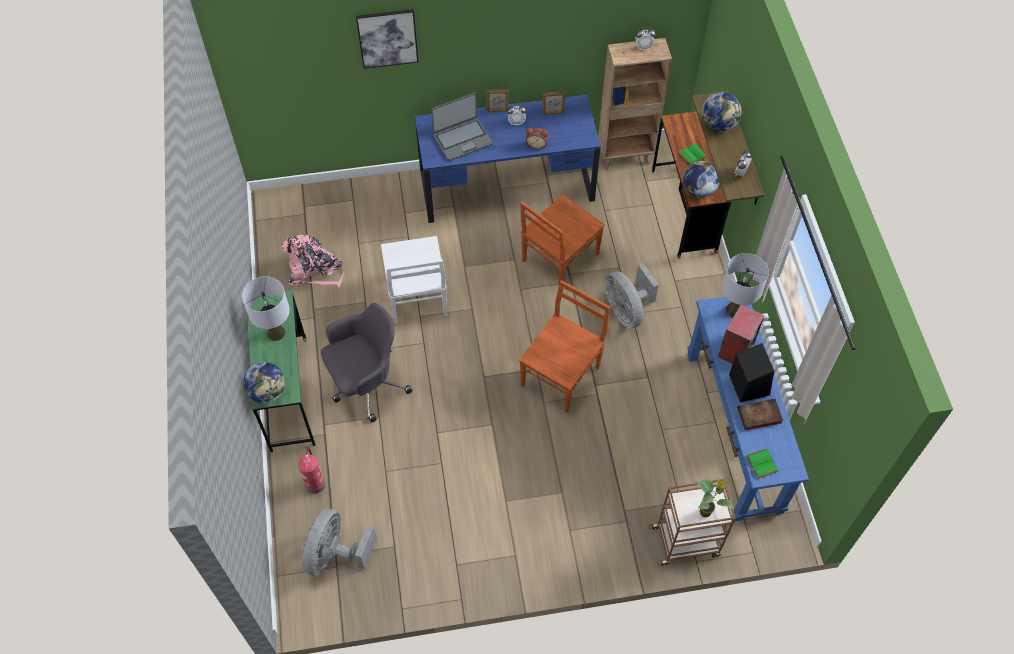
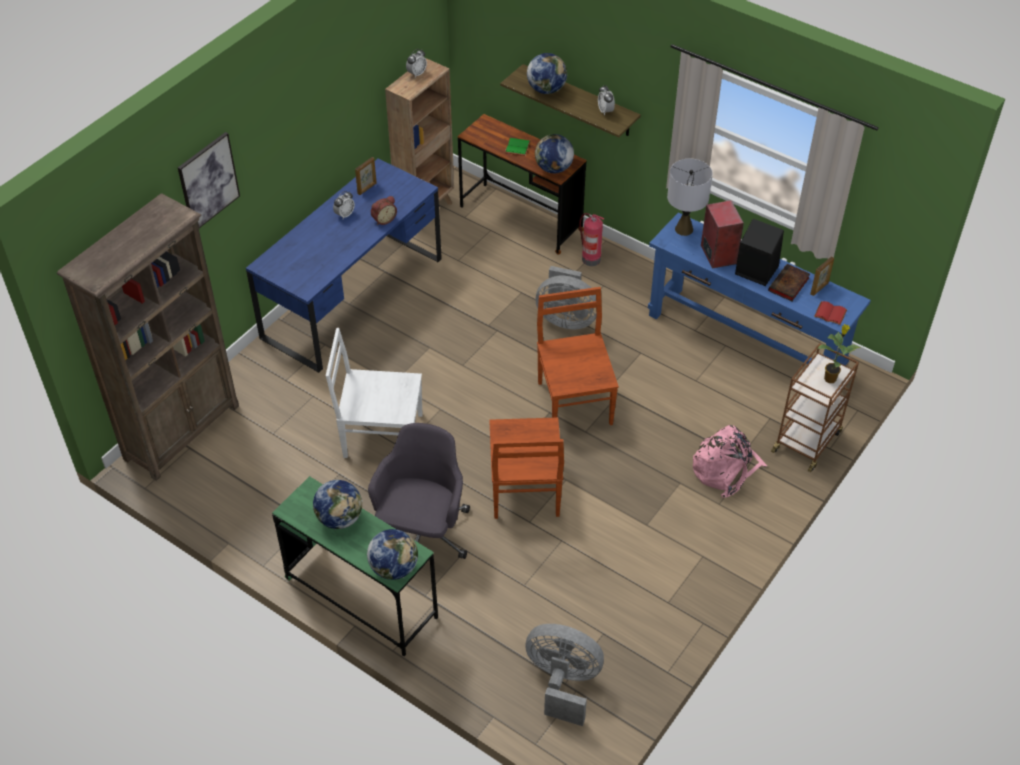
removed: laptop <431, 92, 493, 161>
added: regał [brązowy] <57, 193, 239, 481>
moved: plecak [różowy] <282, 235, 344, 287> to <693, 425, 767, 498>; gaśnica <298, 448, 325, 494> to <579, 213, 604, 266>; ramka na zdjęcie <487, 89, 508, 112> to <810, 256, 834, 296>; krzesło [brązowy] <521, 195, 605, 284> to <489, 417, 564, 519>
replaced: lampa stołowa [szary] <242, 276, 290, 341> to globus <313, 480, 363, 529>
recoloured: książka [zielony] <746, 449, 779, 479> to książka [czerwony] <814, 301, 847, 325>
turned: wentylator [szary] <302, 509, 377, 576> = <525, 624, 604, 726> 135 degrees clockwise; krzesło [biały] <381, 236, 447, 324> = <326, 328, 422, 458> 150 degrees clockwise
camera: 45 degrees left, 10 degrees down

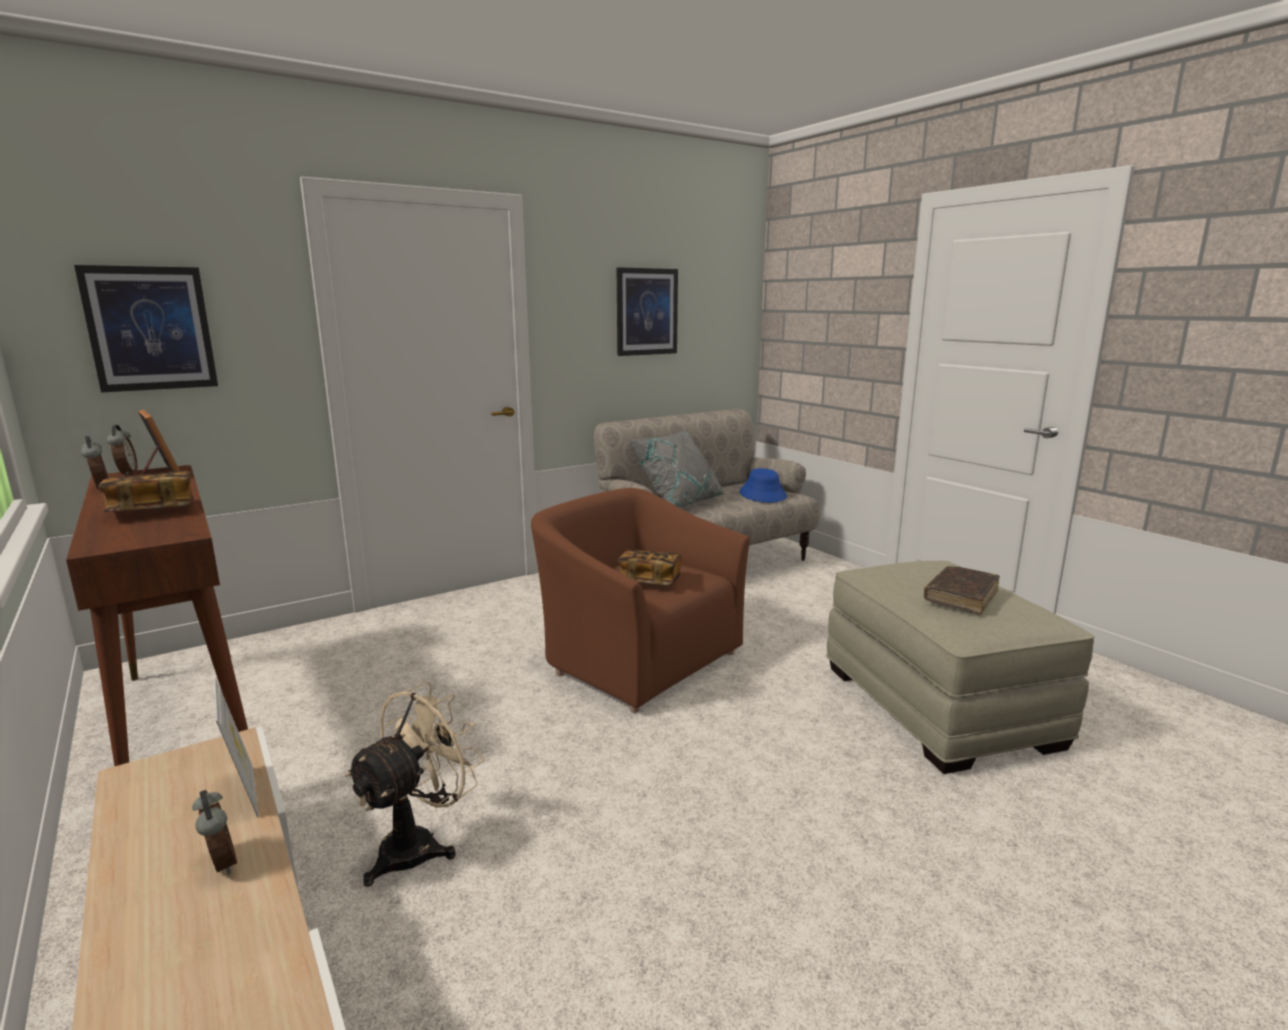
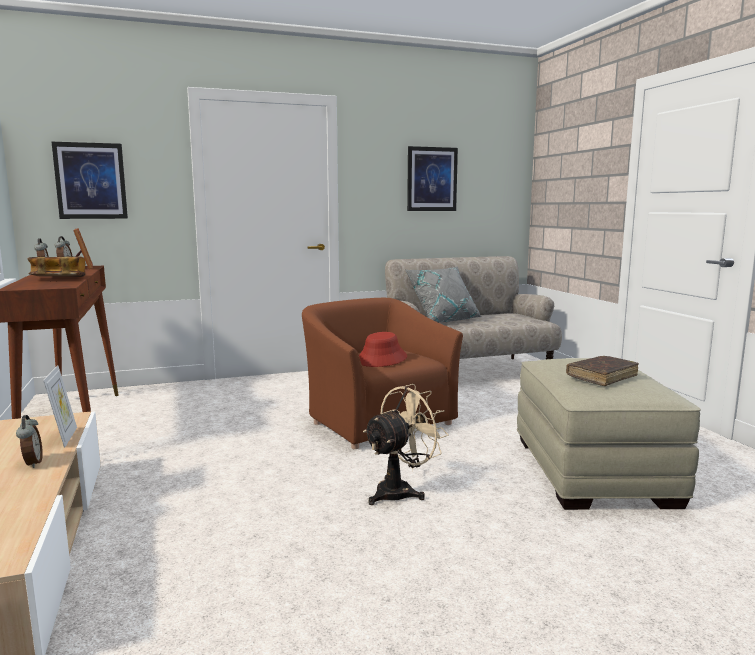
removed: kapelusz [niebieski] <739, 468, 787, 503>
moved: wentylator [beżowy] <345, 681, 485, 887> to <363, 384, 449, 505>
replaced: książka <618, 550, 682, 586> to kapelusz [czerwony] <359, 332, 407, 367>
camera: 15 degrees right, 5 degrees down

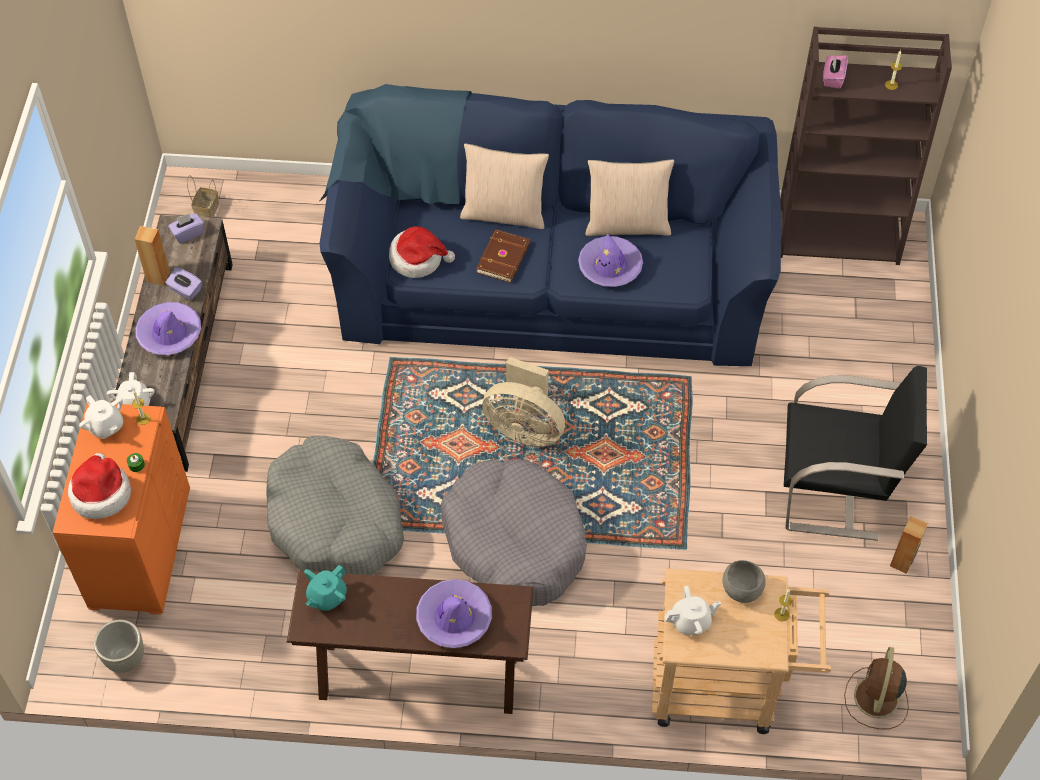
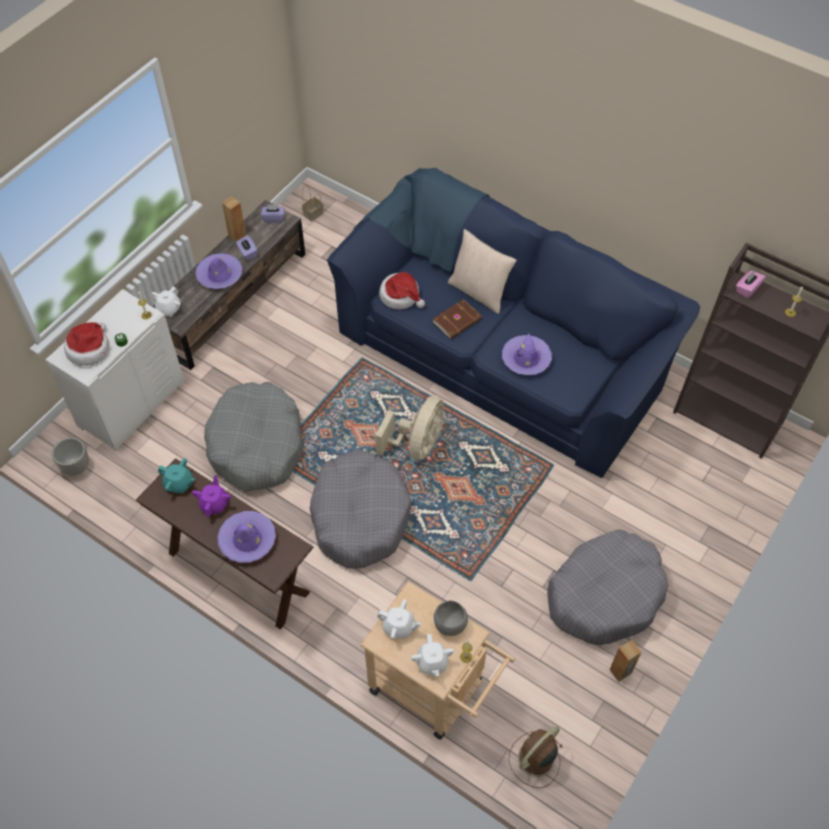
removed: poduszka [beżowy] <585, 159, 674, 236>
added: imbryk [fioletowy] <192, 475, 231, 517>
moved: imbryk [biały] <79, 395, 123, 439> to <411, 634, 454, 676>
replaced: fotel [czarny] <784, 366, 927, 541> to legowisko [szary] <547, 529, 668, 645>
recoloured: komoda [pomarańczowy] <52, 403, 190, 615> to komoda [biały] <46, 289, 185, 450>
turned: imbryk [turkusowy] <304, 565, 347, 611> = <158, 458, 195, 493> 135 degrees counterclockwise; wentylator [beżowy] <482, 357, 565, 447> = <375, 396, 444, 460> 120 degrees counterclockwise
camera: 30 degrees right, 0 degrees up

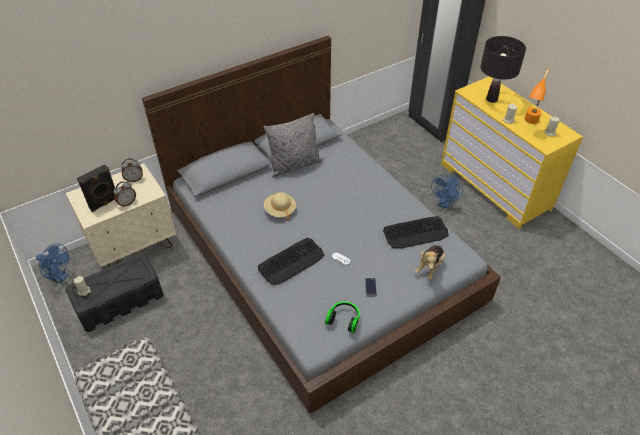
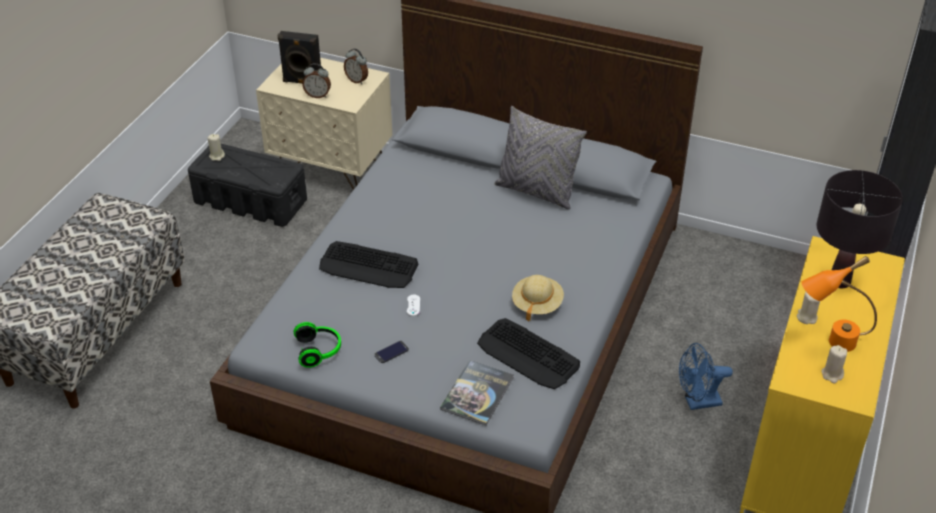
removed: wentylator [niebieski] <36, 243, 69, 283>
moved: kapelusz [beżowy] <264, 192, 296, 220> to <512, 275, 564, 321>
replaced: pluszak <415, 245, 445, 280> to książka <440, 360, 514, 425>
camera: 55 degrees right, 5 degrees down

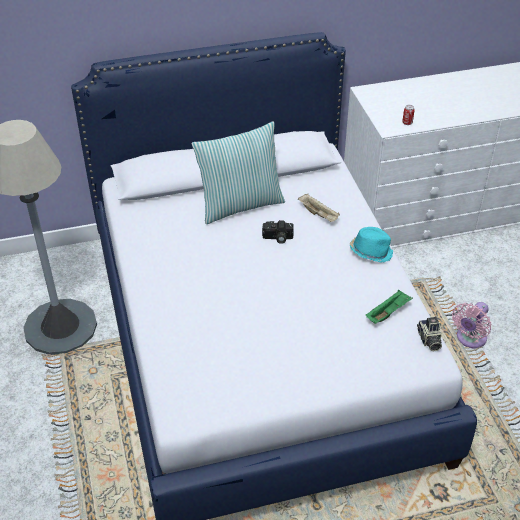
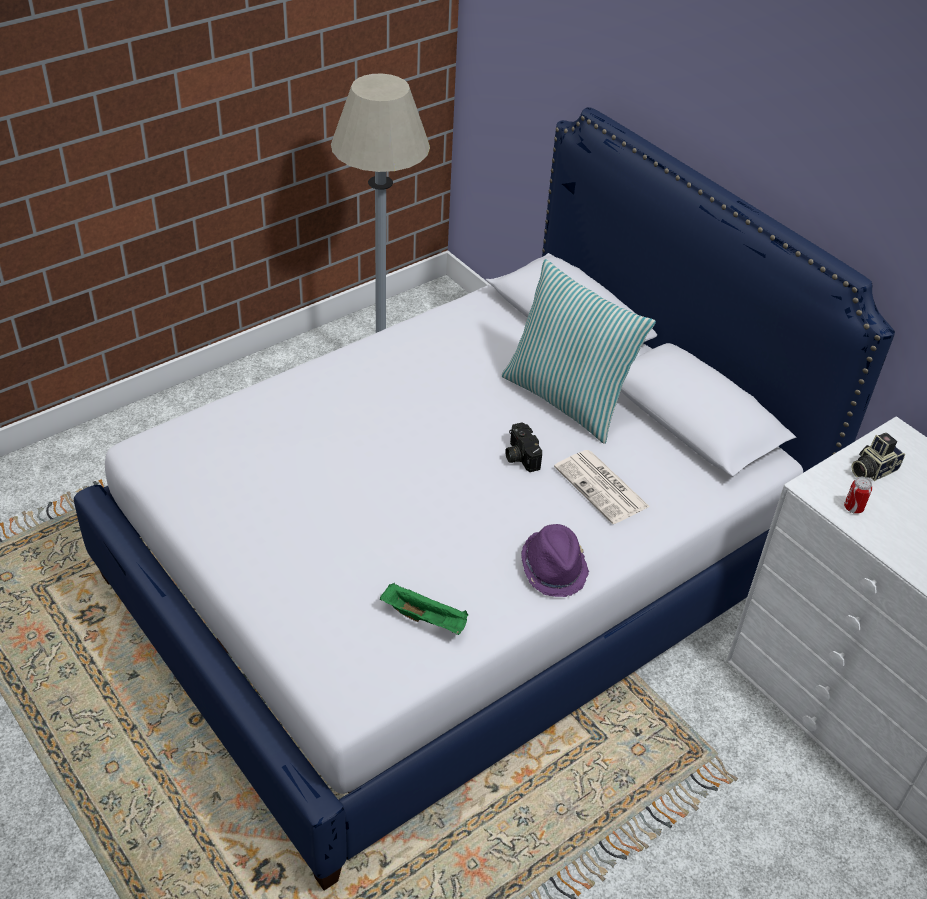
removed: wentylator [różowy] <452, 302, 492, 349>
moved: aparat fotograficzny <417, 317, 442, 351> to <851, 433, 905, 481>
replaced: taca [beżowy] <298, 194, 340, 222> to gazeta <554, 450, 650, 524>
recoloured: kapelusz [turkusowy] <350, 227, 394, 262> to kapelusz [fioletowy] <521, 524, 589, 597>
camera: 65 degrees right, 0 degrees up

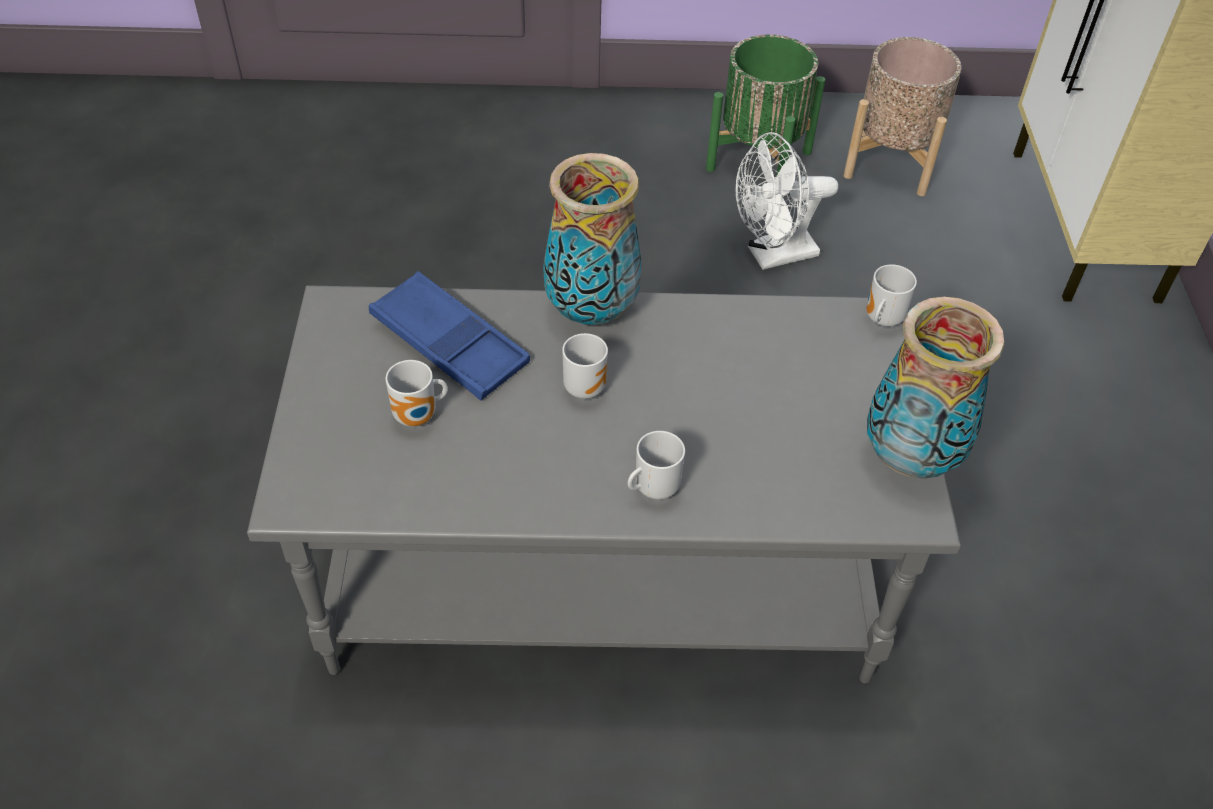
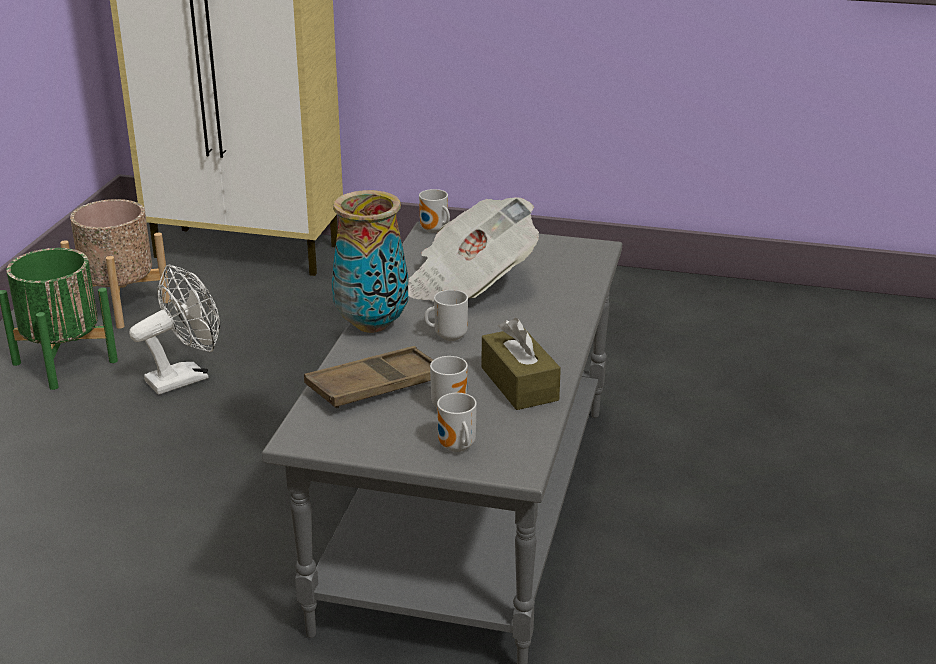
removed: wazon <867, 297, 1004, 479>
added: gazeta <408, 197, 539, 302>; pudełko chusteczek [brązowy] <482, 318, 561, 410>
moved: kubek <628, 431, 685, 499> to <437, 393, 477, 452>
recoloured: taca [niebieski] <369, 271, 530, 400> to taca [brązowy] <304, 346, 433, 408>
turned: wentylator [biały] <736, 132, 838, 270> = <129, 264, 220, 394> 120 degrees counterclockwise
camera: 75 degrees left, 20 degrees down

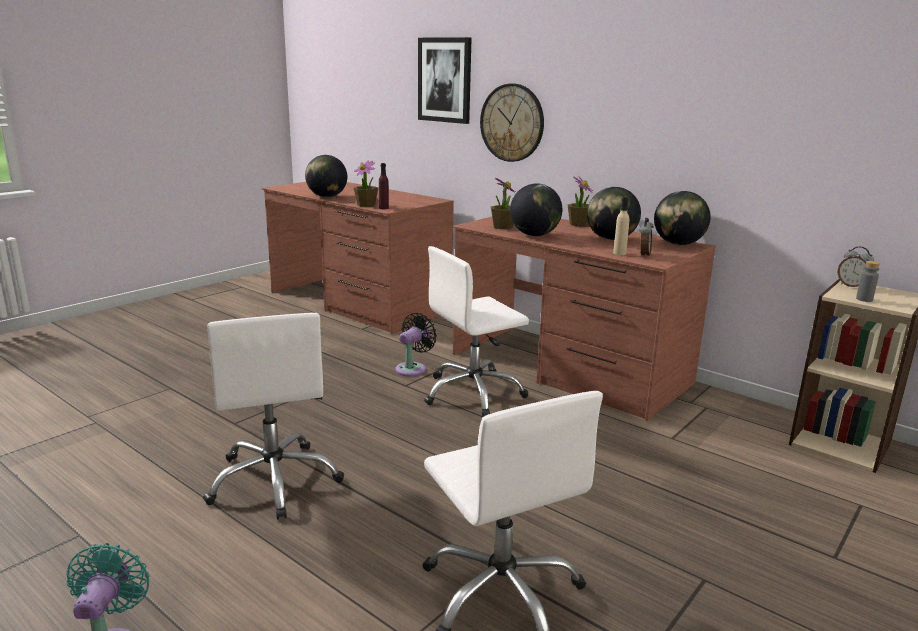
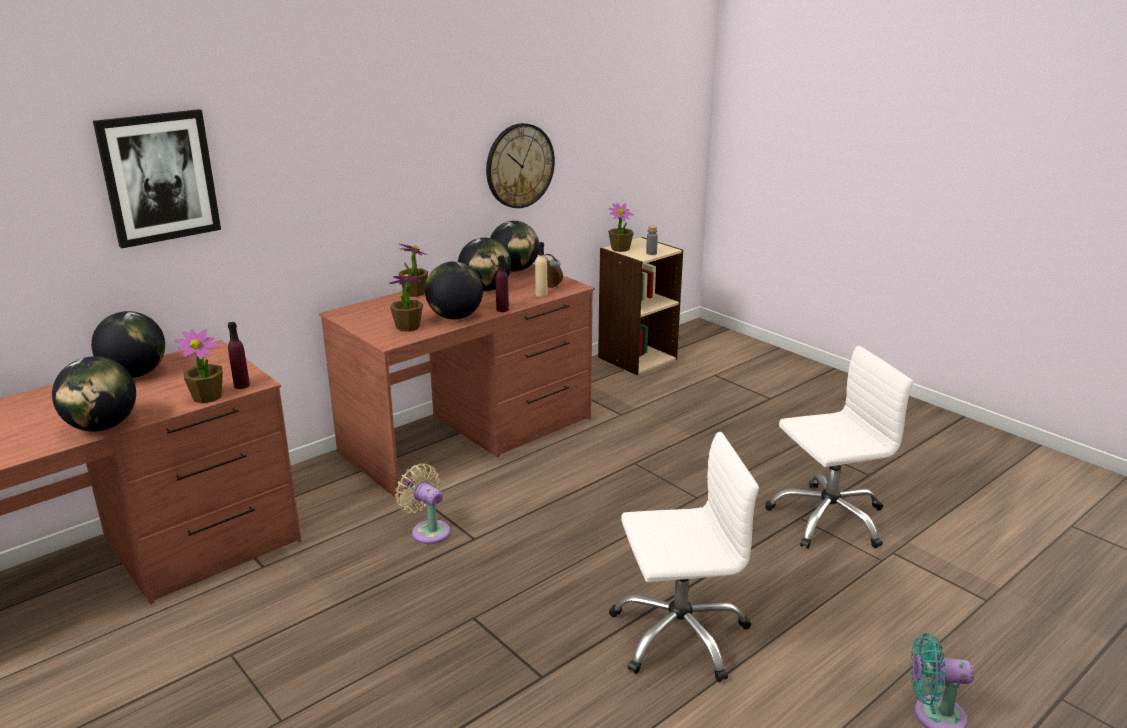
removed: krzesło biurowe [biały] <424, 246, 529, 417>
added: globus <91, 311, 165, 378>; butelka [fioletowy] <495, 255, 509, 312>
moved: zegar ścienny <480, 83, 544, 162> to <486, 123, 555, 208>
replaced: budzik <838, 247, 874, 287> to roślina doniczkowa <608, 203, 634, 252>
recoloured: wentylator [czarny] <395, 313, 437, 376> to wentylator [beżowy] <395, 464, 450, 544>
camera: 80 degrees left, 5 degrees up

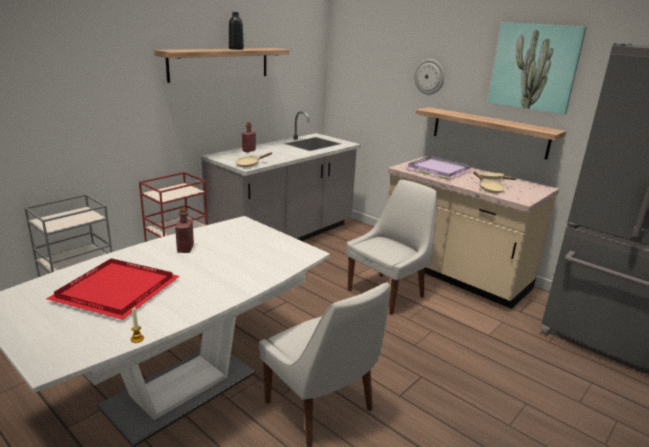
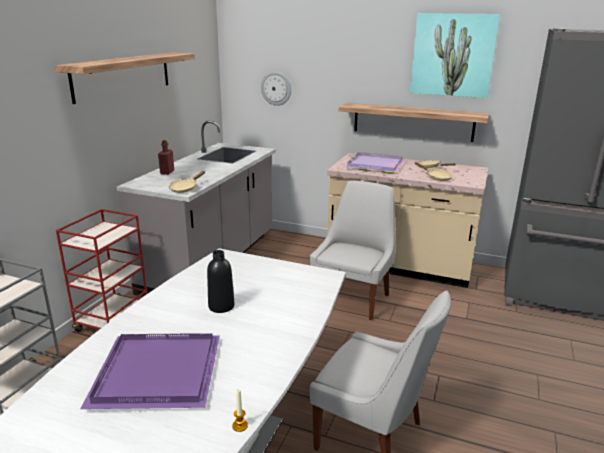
removed: butelka [czerwony] <175, 208, 194, 253>
moved: butelka [czarny] <229, 12, 244, 50> to <207, 250, 234, 313>; zegar ścienny <414, 59, 445, 95> to <261, 72, 291, 106>
recoloured: taca [czerwony] <47, 258, 180, 320> to taca [fioletowy] <81, 333, 220, 409>
camera: 20 degrees left, 0 degrees up

